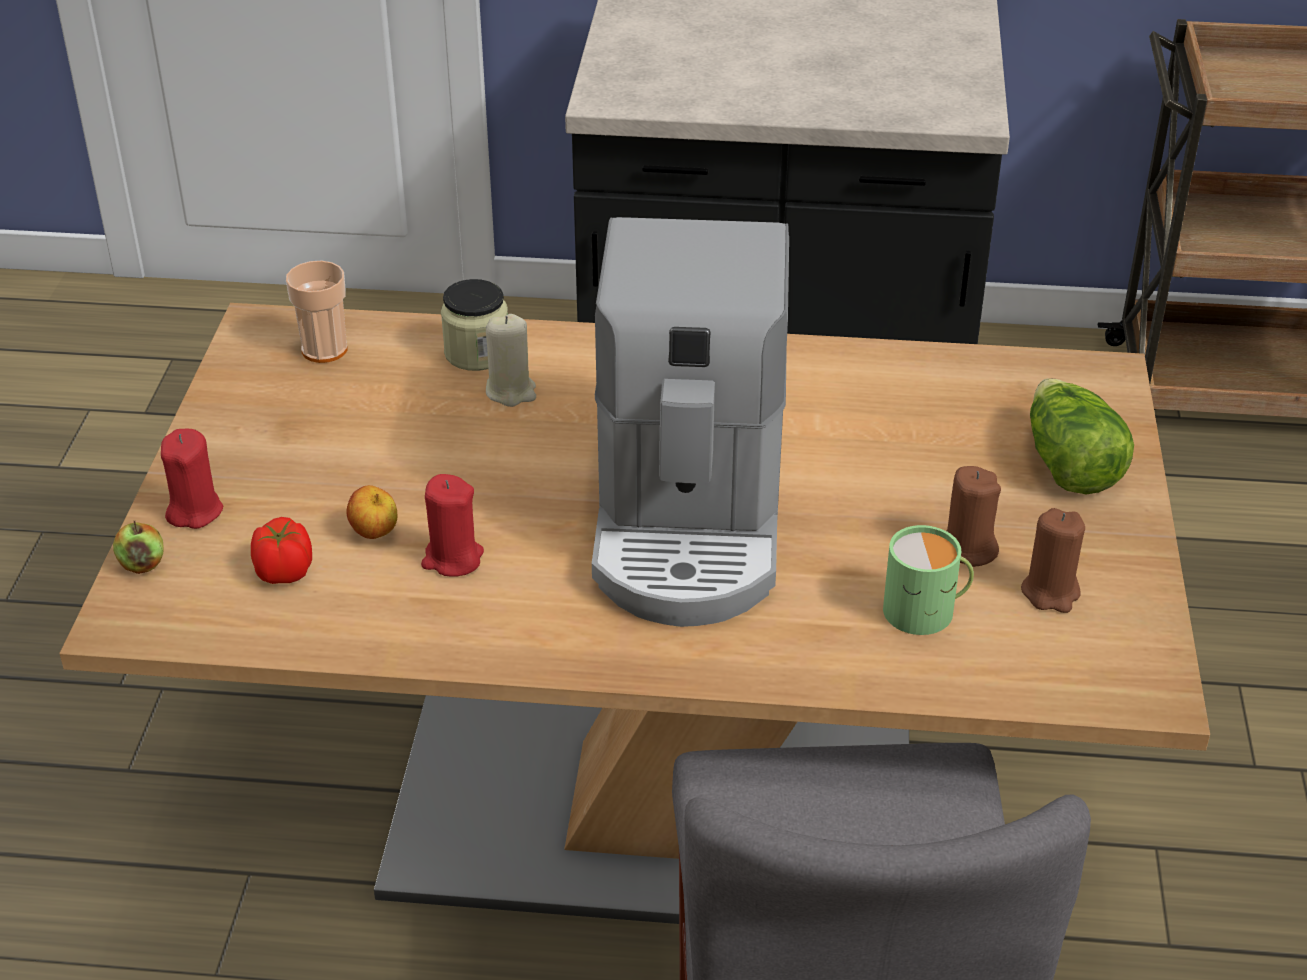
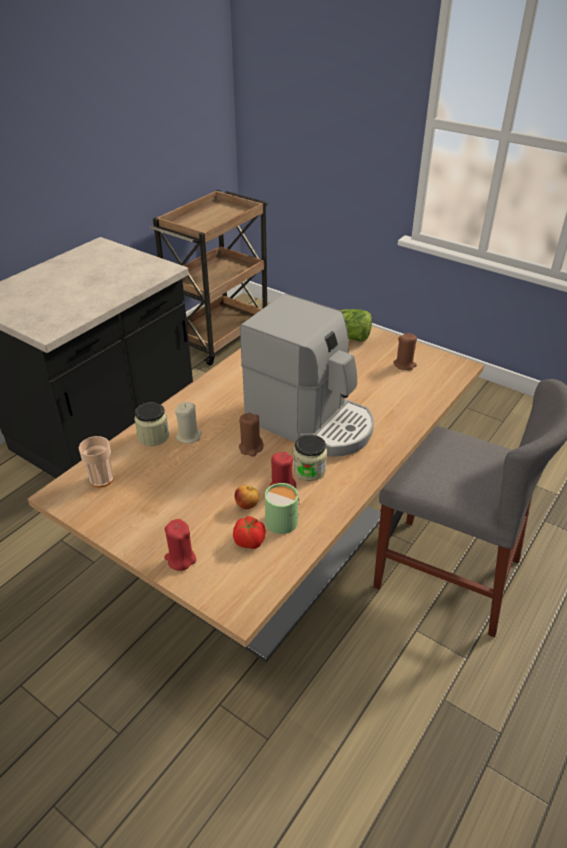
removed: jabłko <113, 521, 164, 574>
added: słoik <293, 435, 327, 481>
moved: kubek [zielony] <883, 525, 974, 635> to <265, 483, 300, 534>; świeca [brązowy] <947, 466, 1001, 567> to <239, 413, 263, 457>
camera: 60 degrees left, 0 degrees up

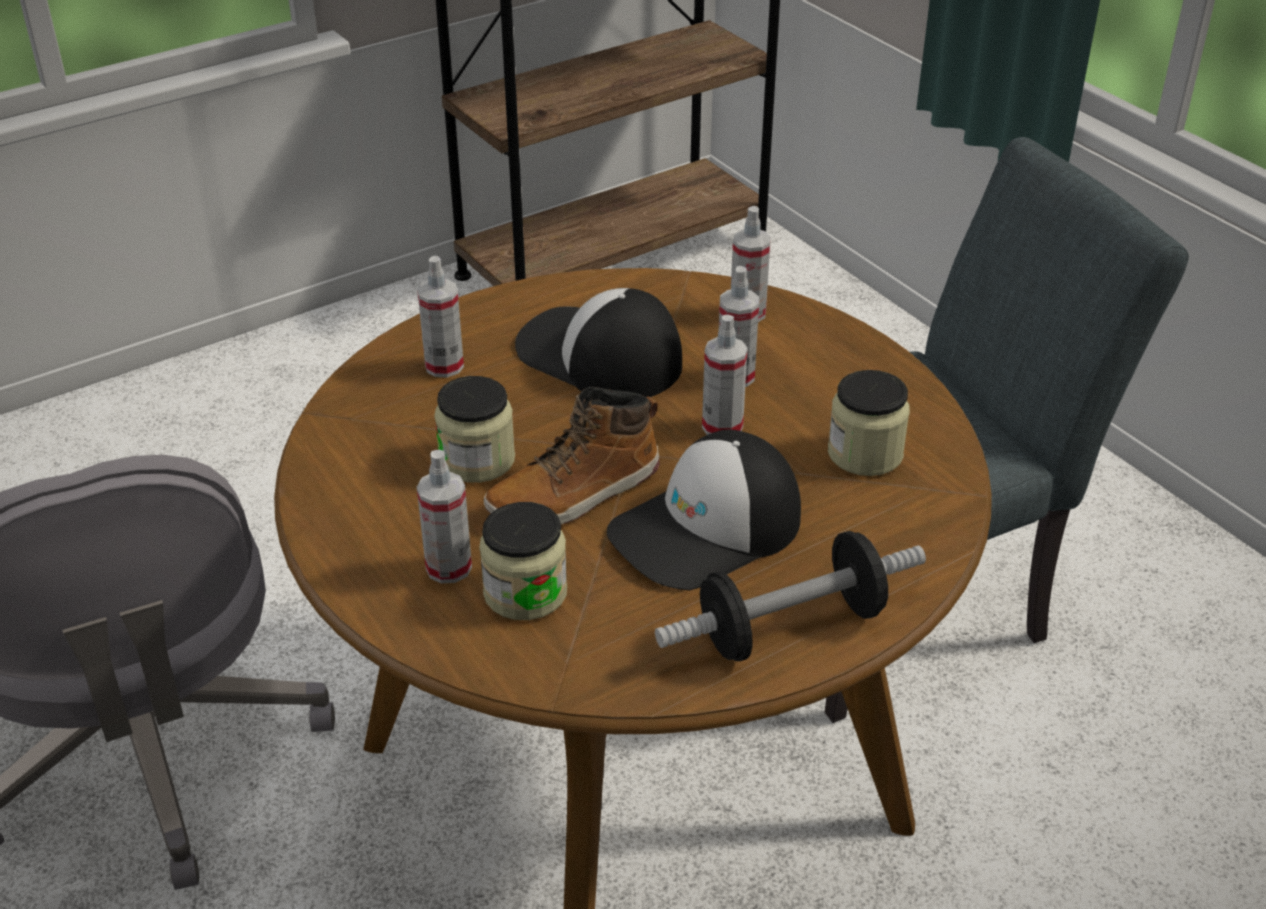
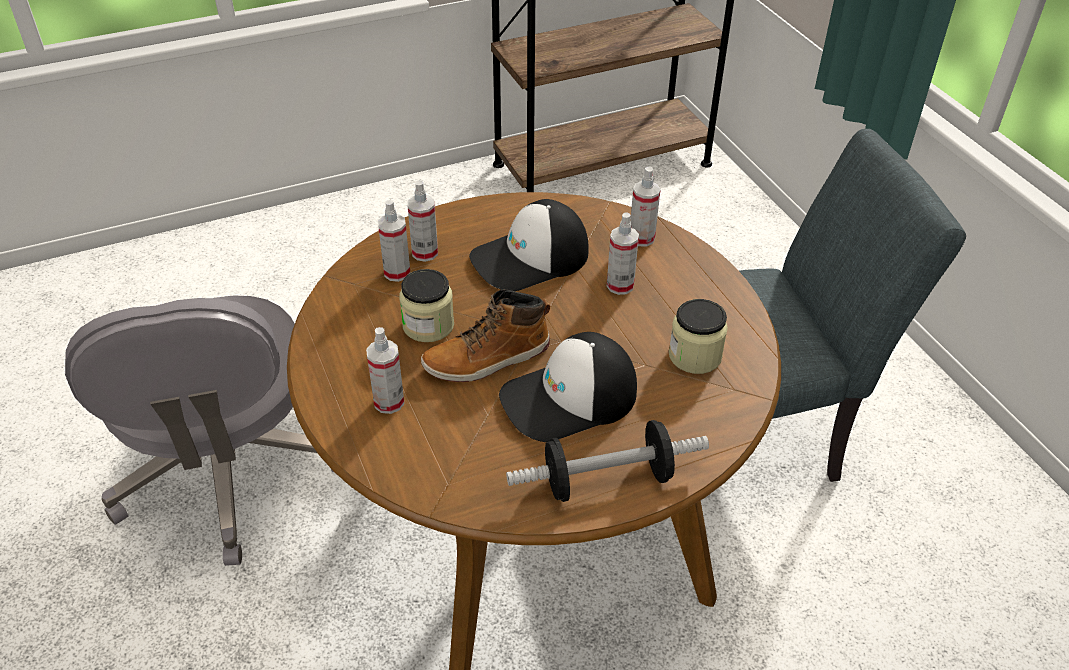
removed: słoik <479, 502, 567, 620>
moved: spryskiwacz <702, 315, 747, 435> to <378, 200, 411, 282>
turned: czapka z daszkiem <515, 288, 682, 397> = <469, 199, 588, 291> 75 degrees counterclockwise
camera: 10 degrees right, 5 degrees up

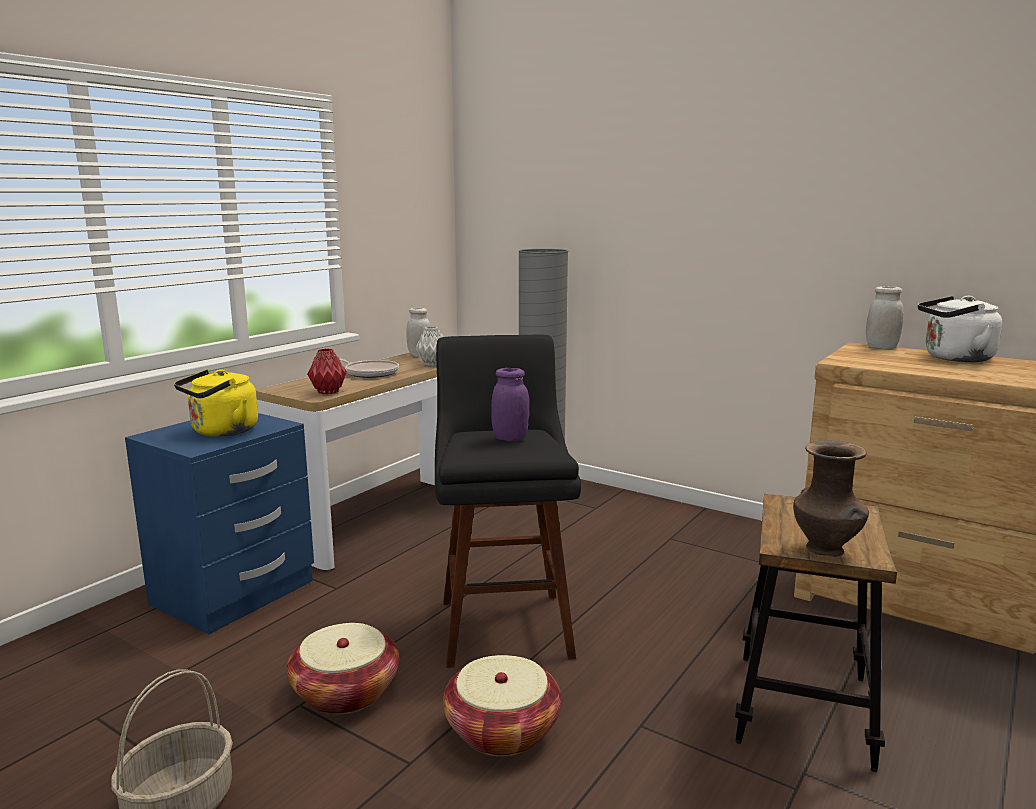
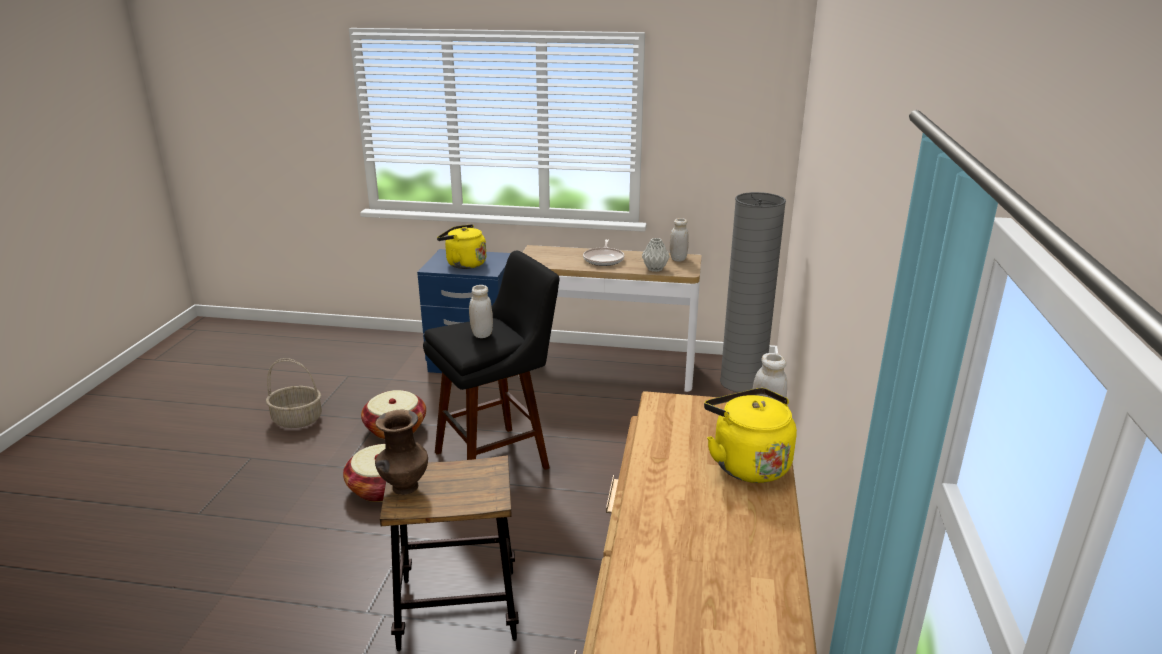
removed: wazon [czerwony] <307, 348, 347, 394>
recoloured: słoik [fioletowy] <491, 368, 529, 441> to słoik [biały] <469, 285, 493, 338>; czajnik [biały] <918, 296, 1002, 362> to czajnik [żółty] <704, 388, 797, 483>
camera: 65 degrees right, 10 degrees up

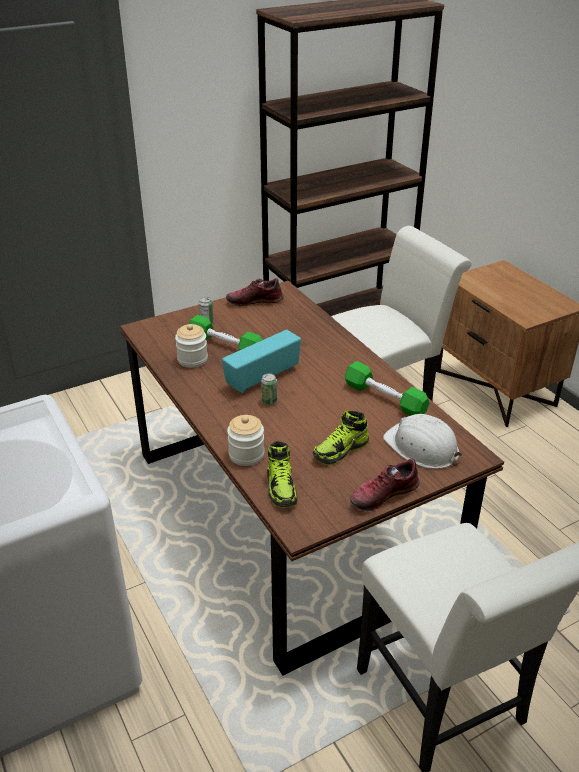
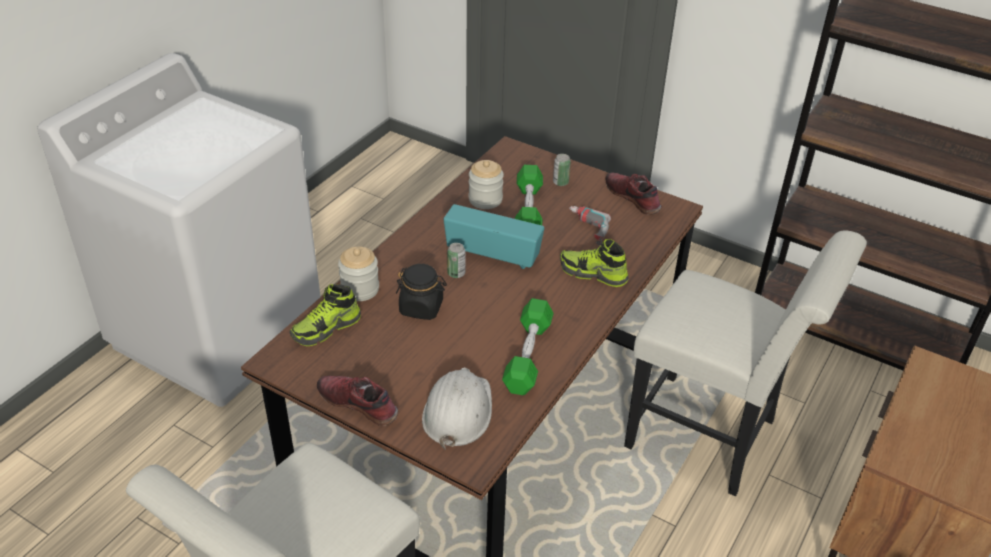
added: słoik [czarny] <396, 264, 447, 320>; wiertarka <569, 206, 611, 245>
moved: but <313, 410, 369, 465> to <560, 239, 629, 287>
camera: 60 degrees right, 5 degrees up

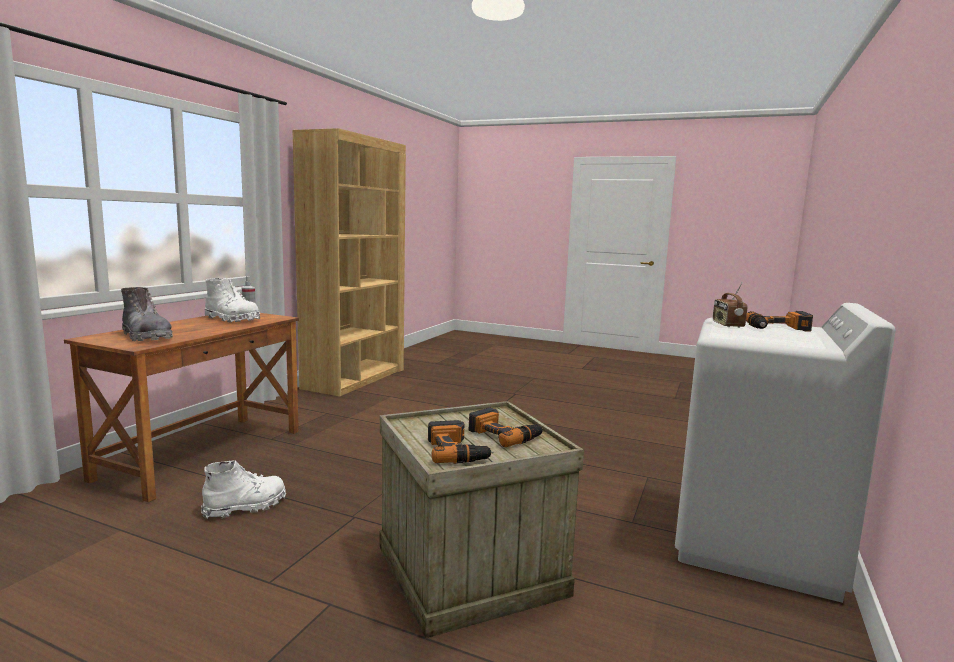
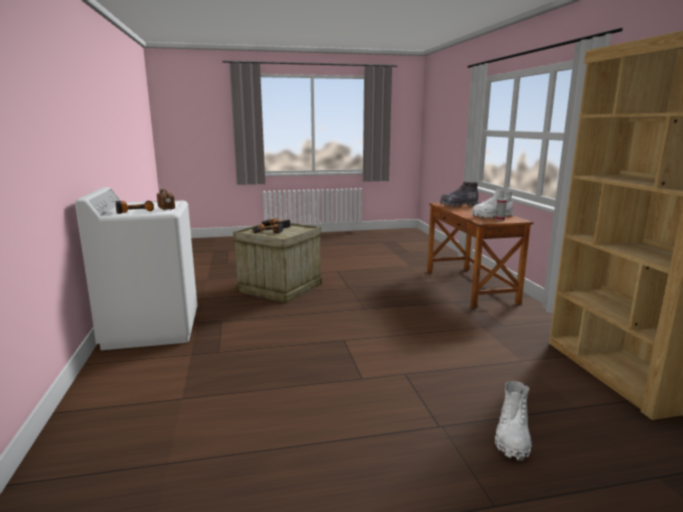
moved: but z cholewką [biały] <201, 461, 286, 519> to <495, 381, 532, 461>
camera: 145 degrees right, 5 degrees up

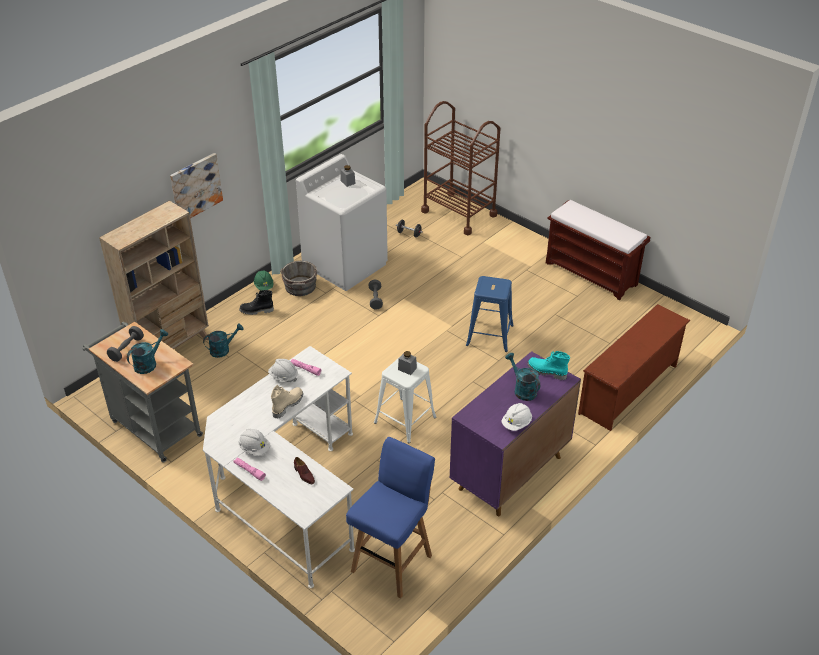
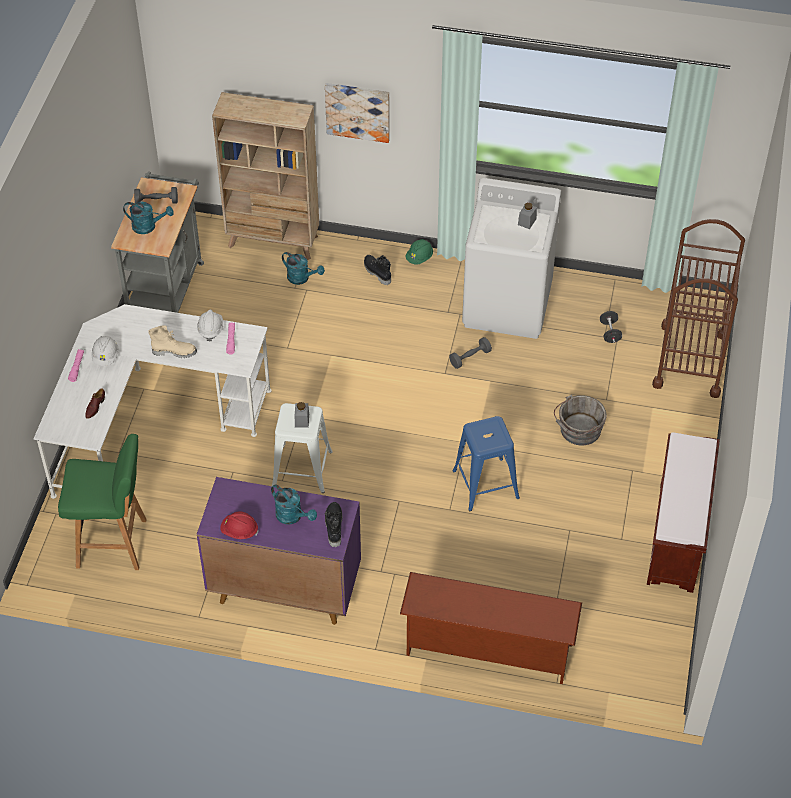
moved: wiadro [szary] <280, 261, 318, 296> to <554, 395, 607, 445>
recoloured: stołek [niebieski] <346, 437, 435, 598> to stołek [zielony] <58, 434, 147, 570>; kask [biały] <501, 403, 532, 431> to kask [czerwony] <220, 511, 259, 539>; but z cholewką [turkusowy] <527, 351, 570, 380> to but z cholewką [czarny] <324, 502, 342, 547>
turned: konewka [turkusowy] <505, 353, 540, 401> = <271, 484, 317, 524> 105 degrees clockwise
camera: 60 degrees right, 10 degrees up

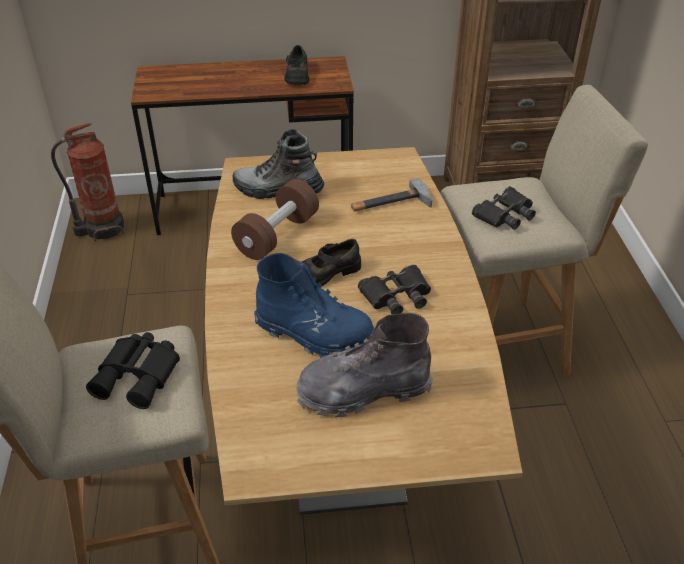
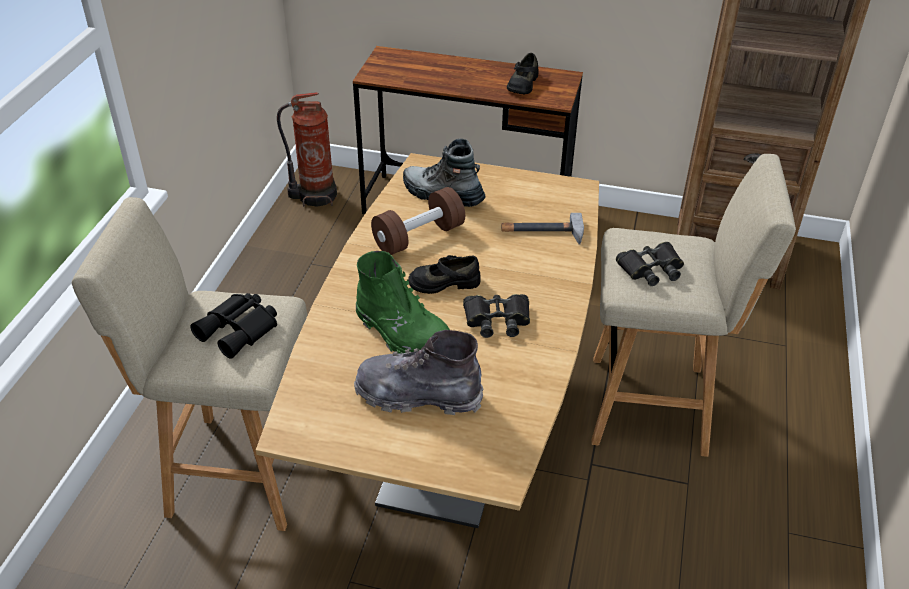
recoloured: but z cholewką [niebieski] <254, 253, 374, 358> to but z cholewką [zielony] <356, 251, 450, 354>
camera: 20 degrees right, 0 degrees up

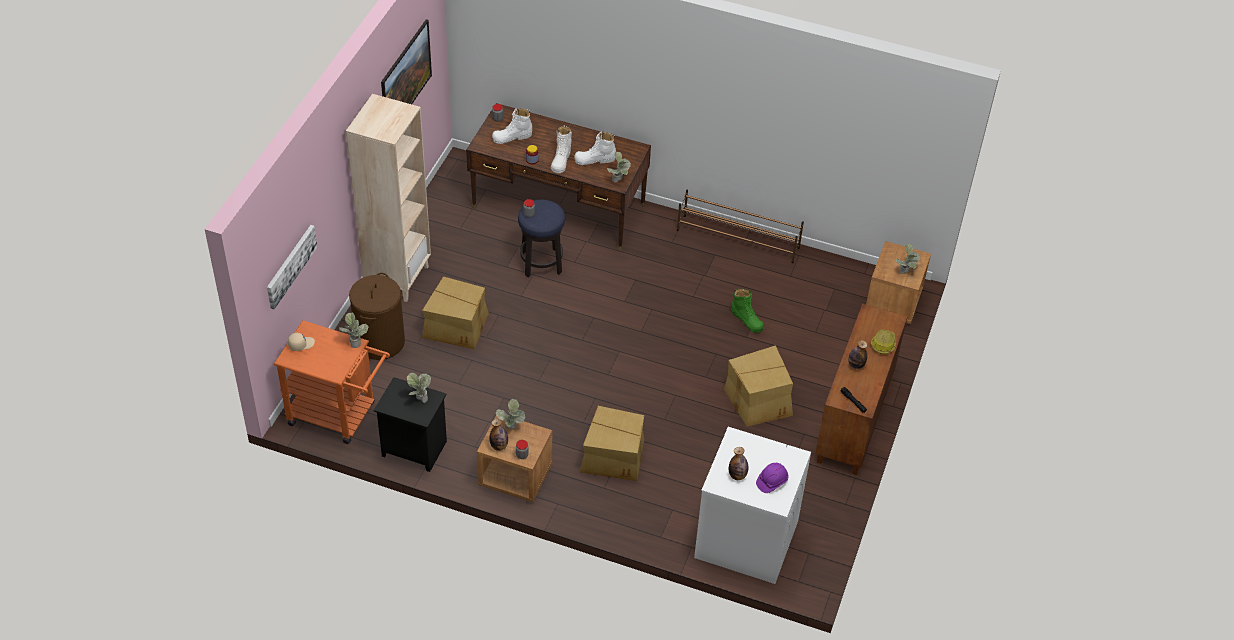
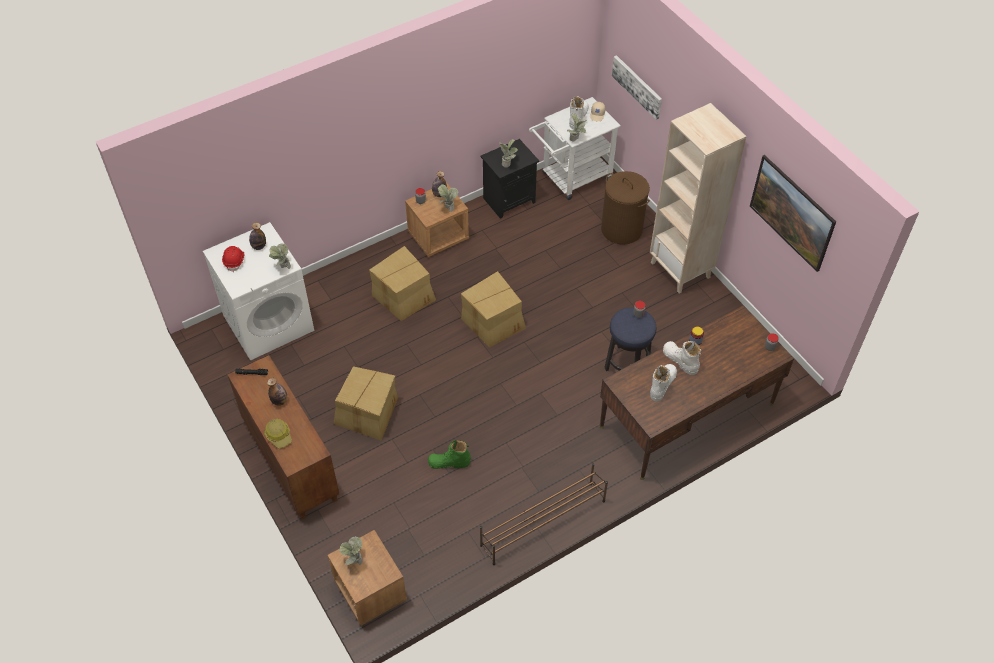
moved: karton <422, 276, 489, 349> to <461, 271, 526, 347>; but z cholewką [biały] <492, 108, 532, 144> to <569, 96, 589, 129>; roślina doniczkowa <607, 152, 631, 183> to <269, 244, 291, 269>
recoloured: wózek [pomarańczowy] <274, 320, 390, 444> to wózek [biały] <529, 97, 621, 200>; kask [fioletowy] <756, 463, 789, 493> to kask [czerwony] <222, 246, 244, 272>
camera: 130 degrees right, 5 degrees up

